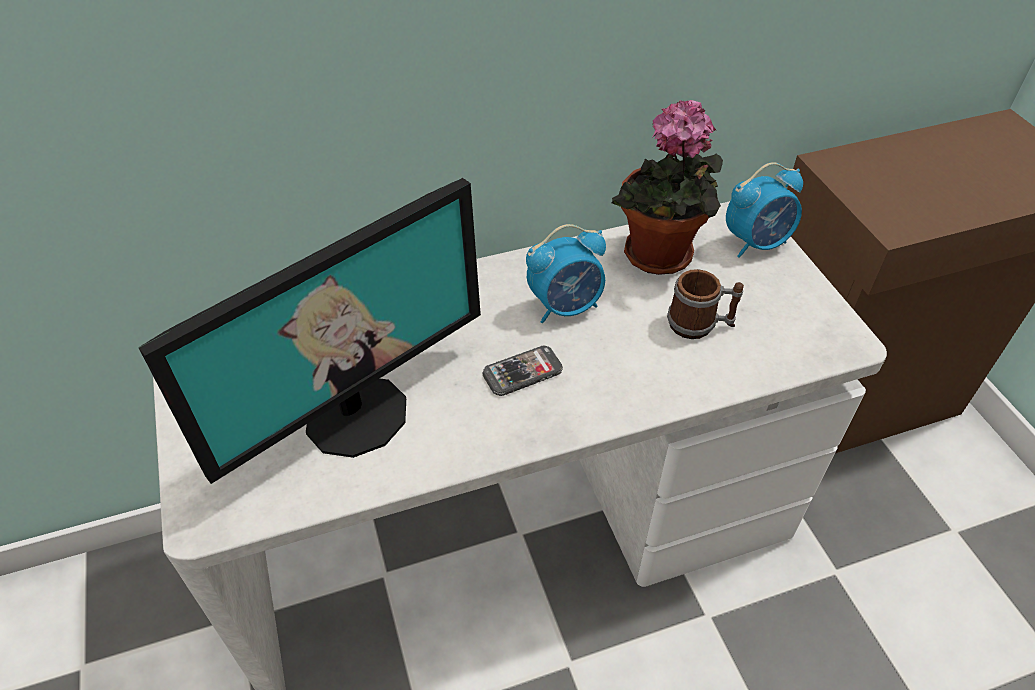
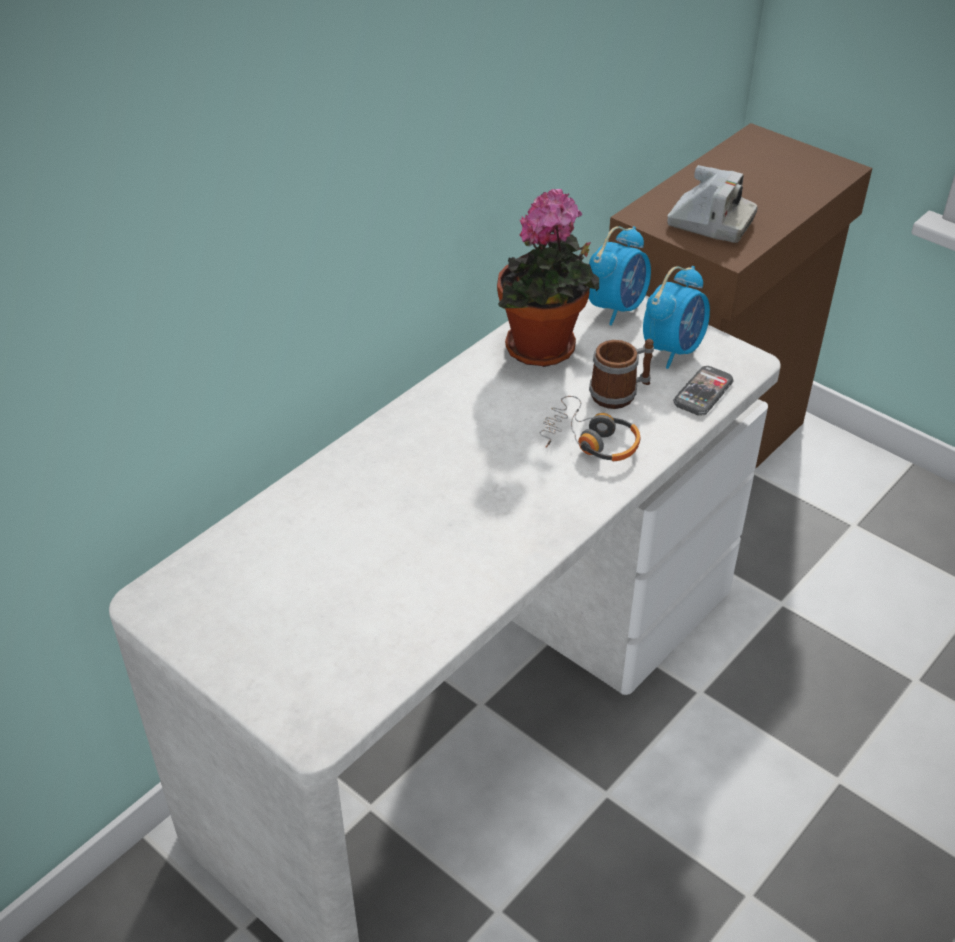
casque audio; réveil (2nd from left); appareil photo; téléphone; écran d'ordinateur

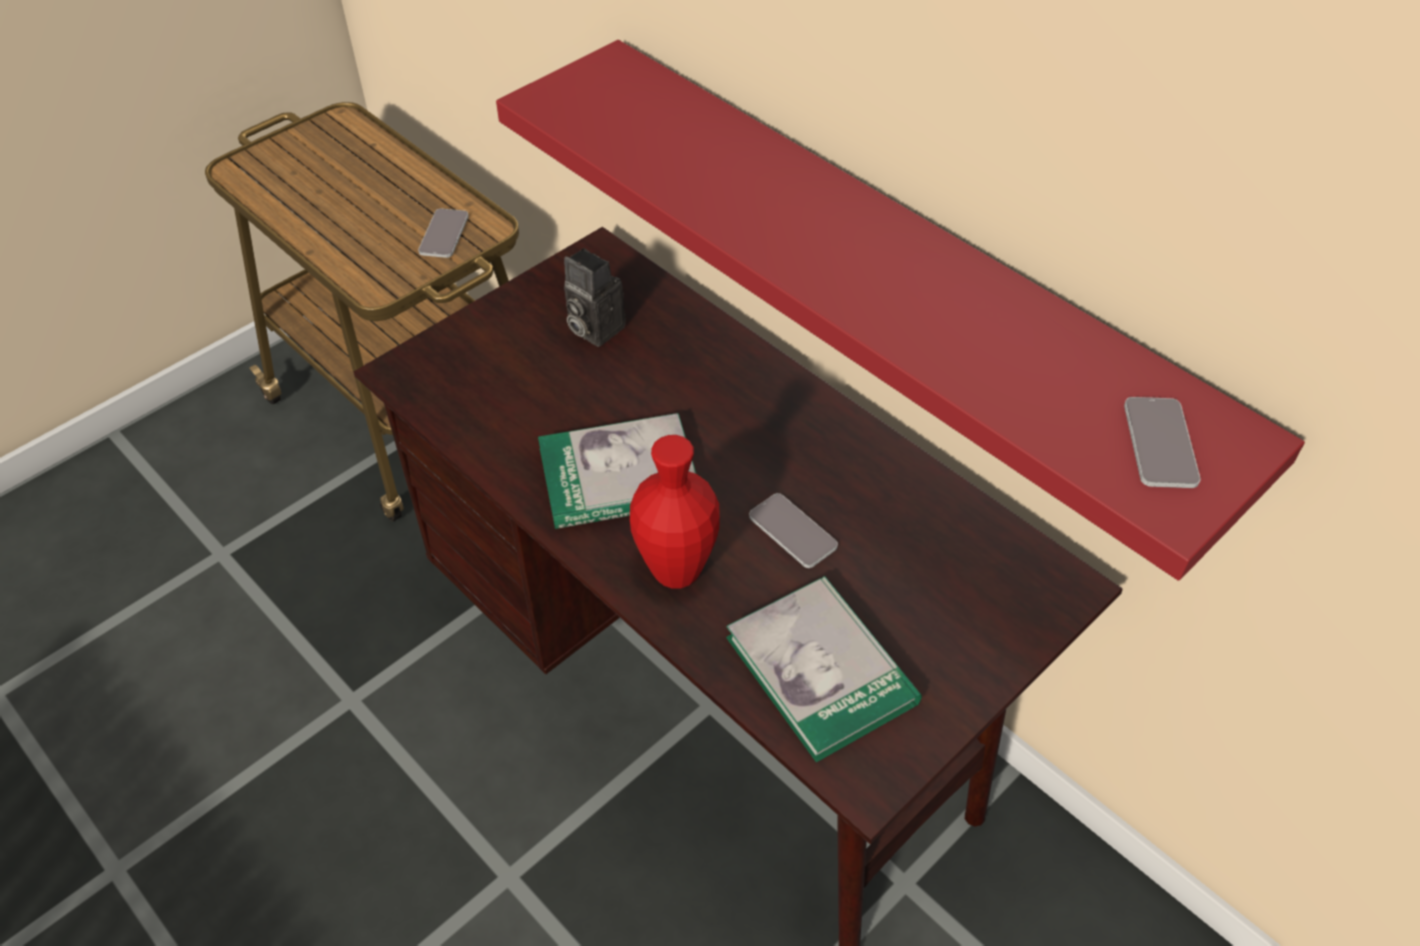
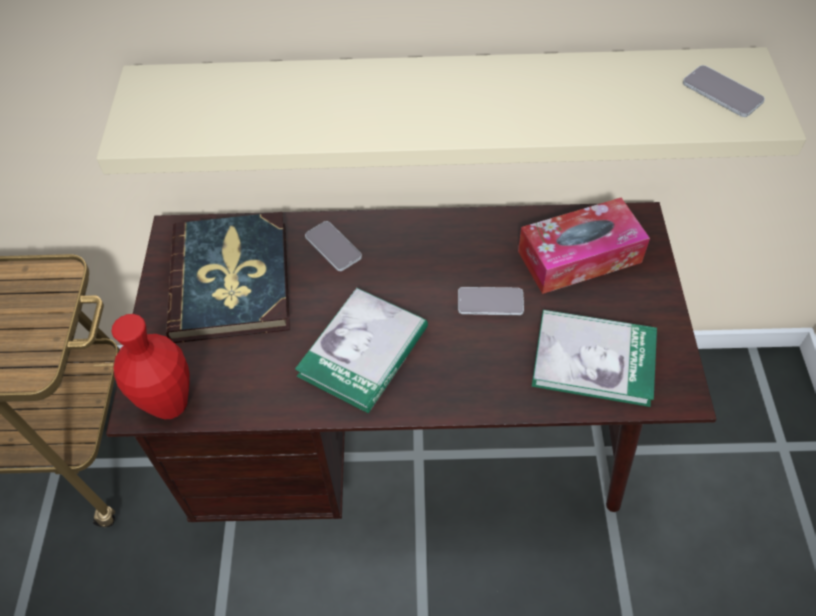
étagère (beige); vase (rouge); livre (1st from left); téléphone (1st from left); boîte à mouchoirs

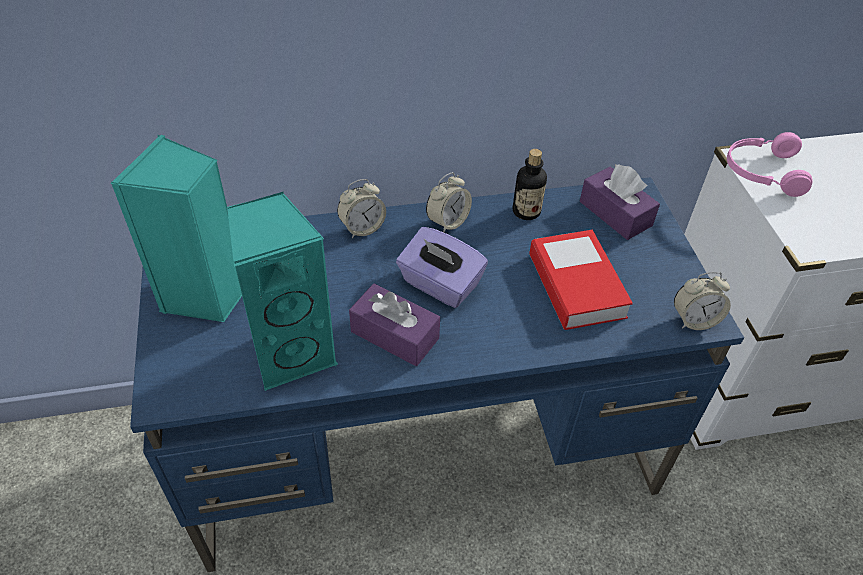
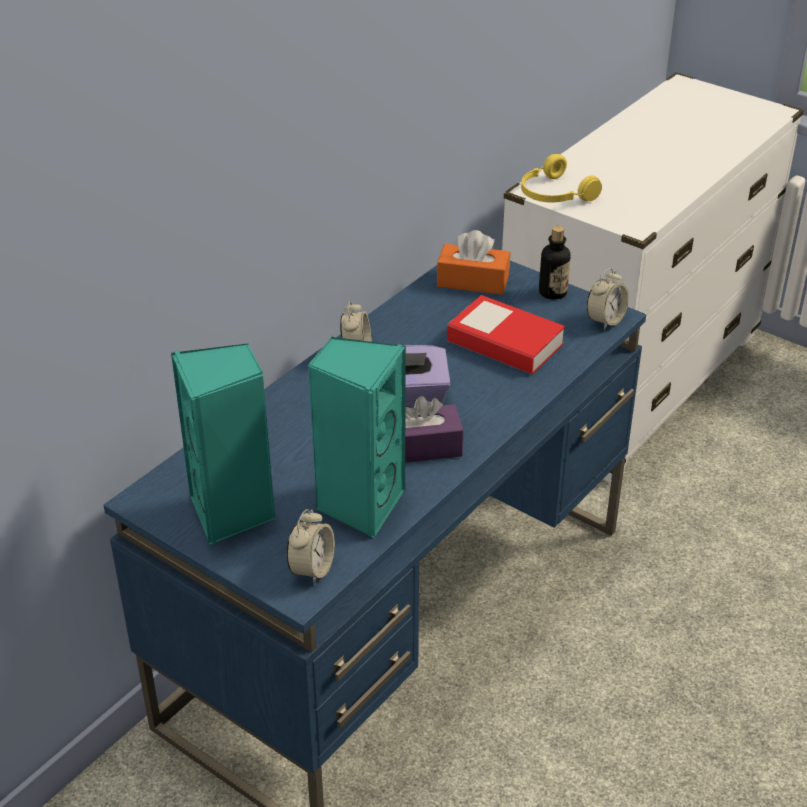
réveil (1st from left); boîte à mouchoirs (orange); casque audio (jaune); bouteille

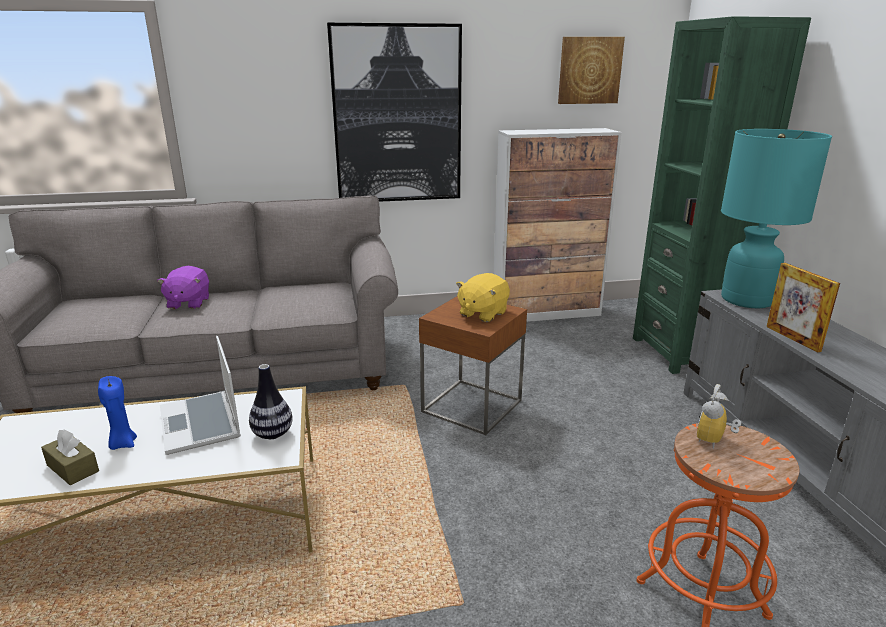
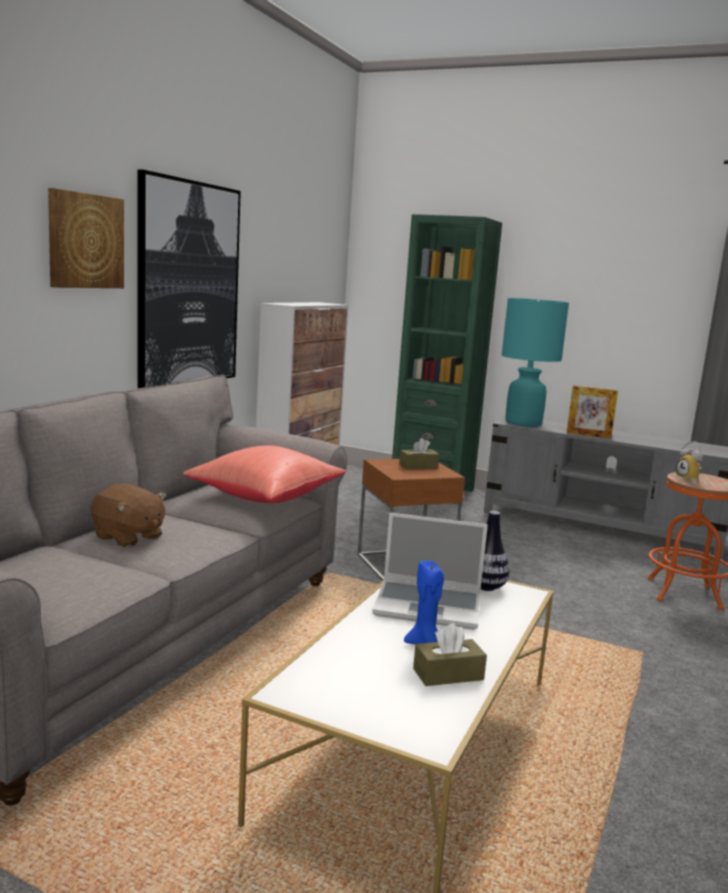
tableau (1st from left); peluche (marron); coussin (rouge); boîte à mouchoirs (marron) (1st from left)

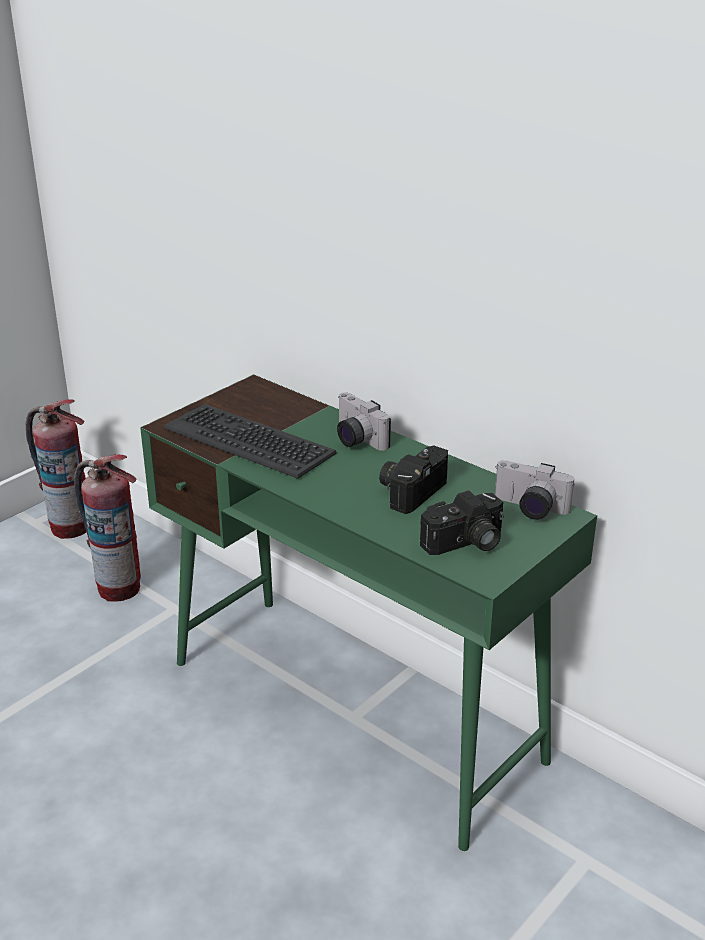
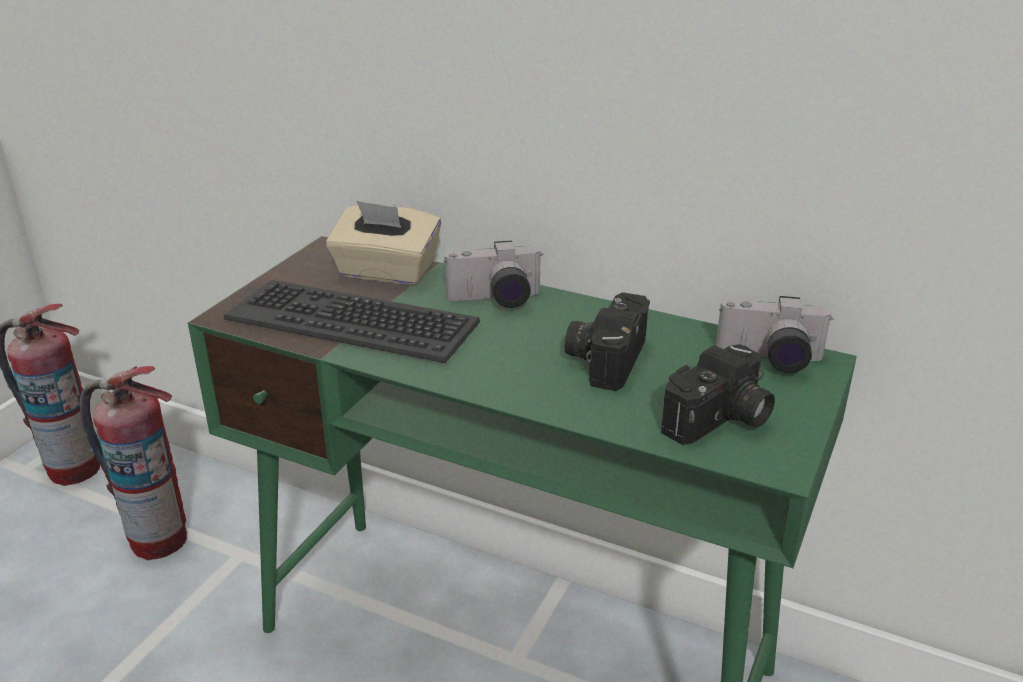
boîte à mouchoirs (beige); appareil photo (1st from left)

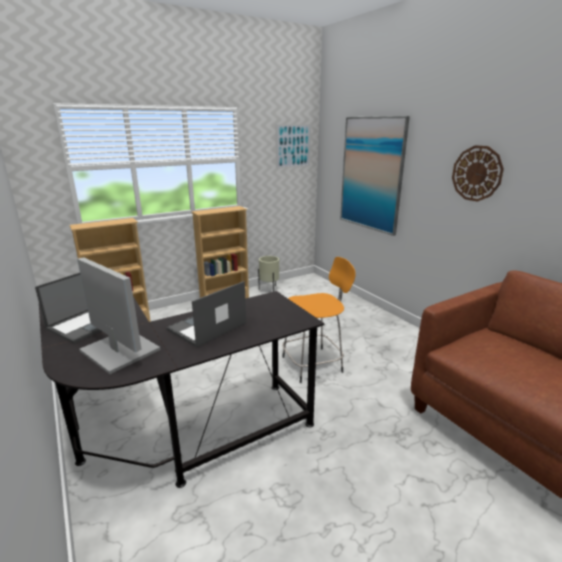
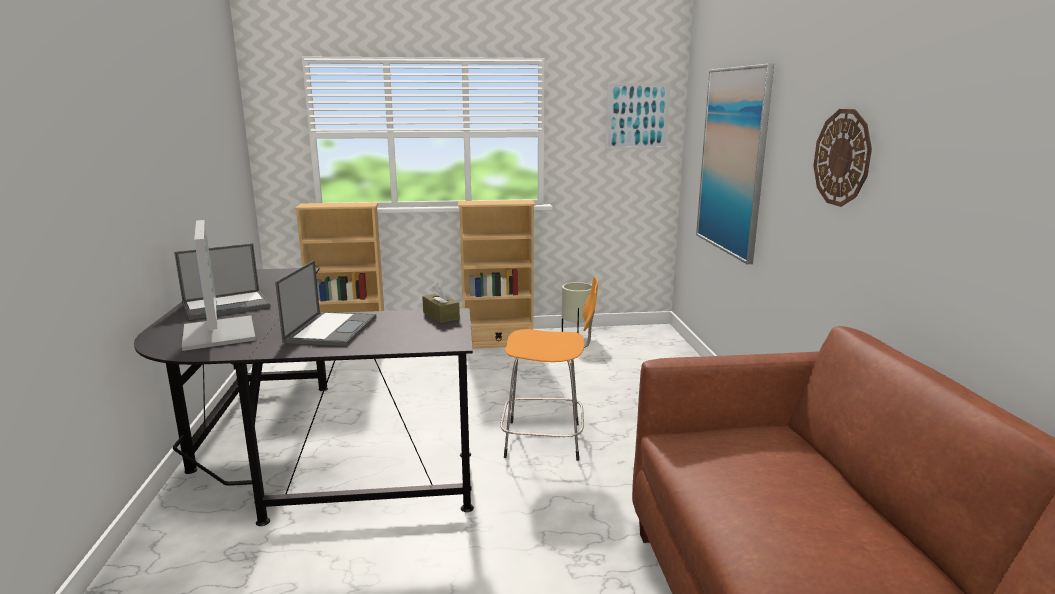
ordinateur portable (2nd from left); boîte à mouchoirs (marron)

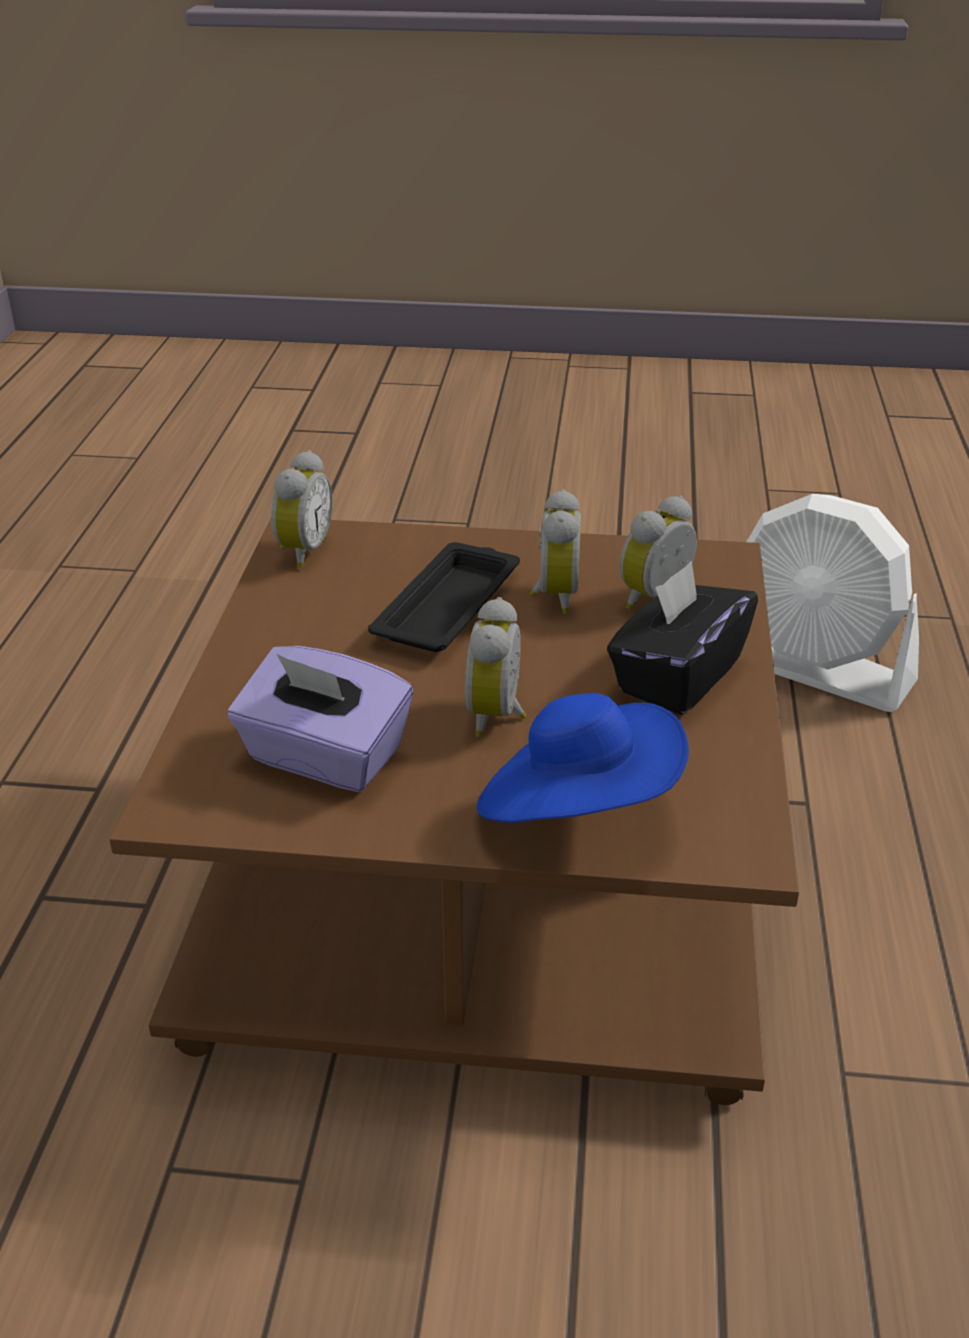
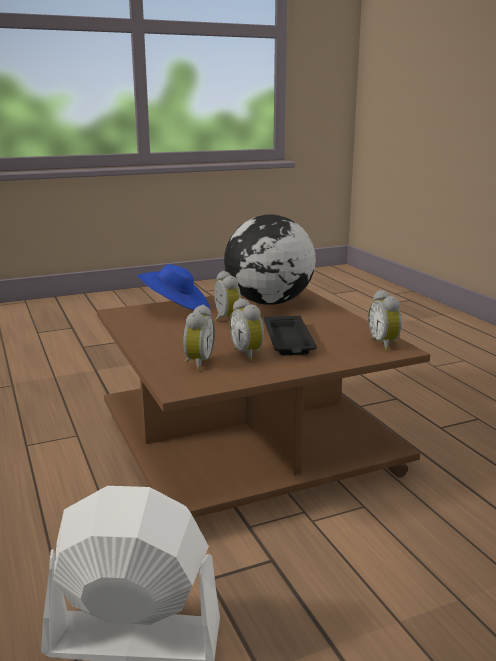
globe; boîte à mouchoirs (noir)

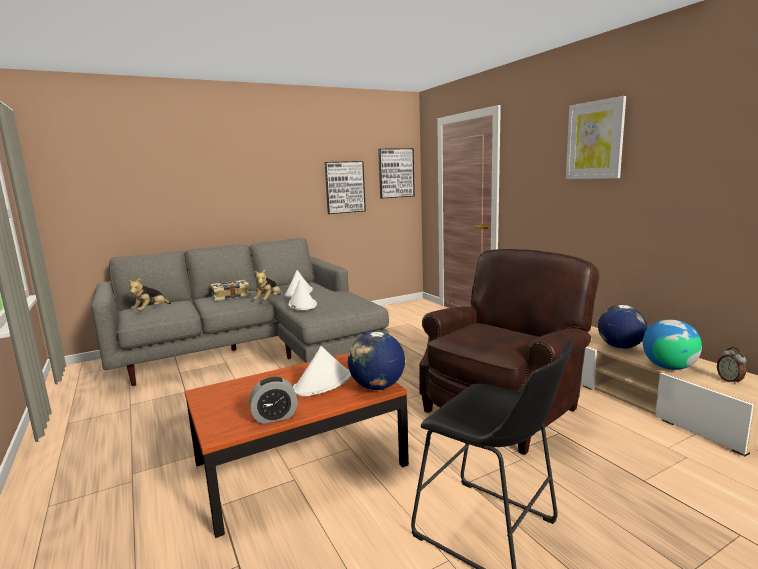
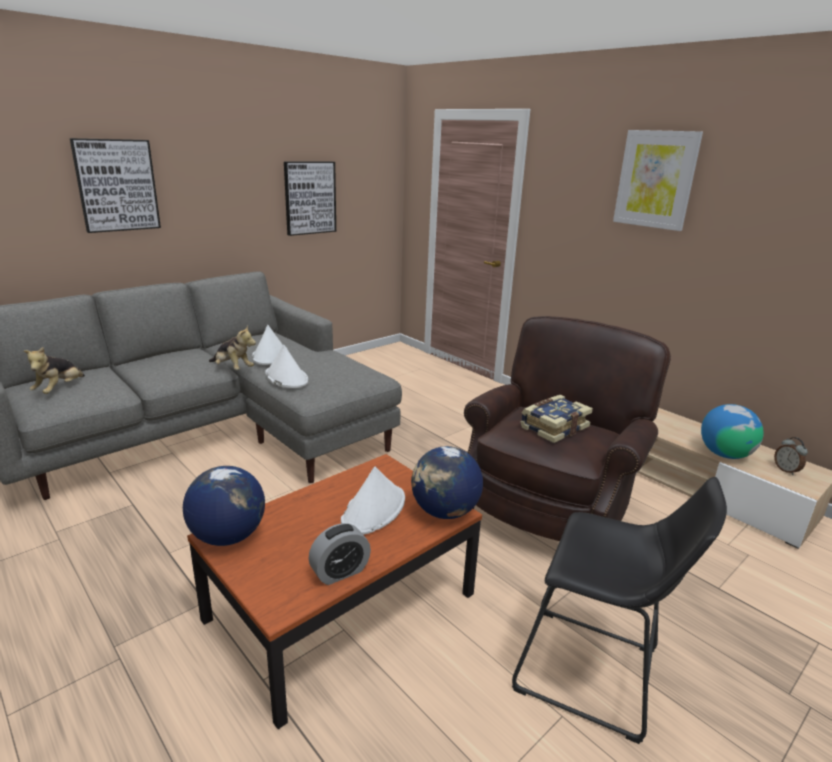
tableau (1st from left); globe (1st from left); peluche (2nd from left); livre

